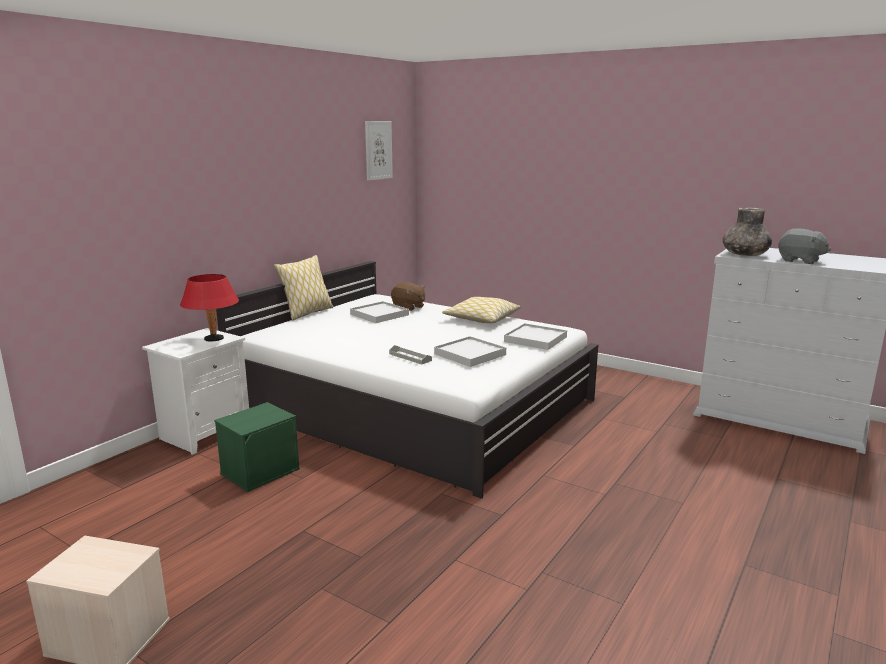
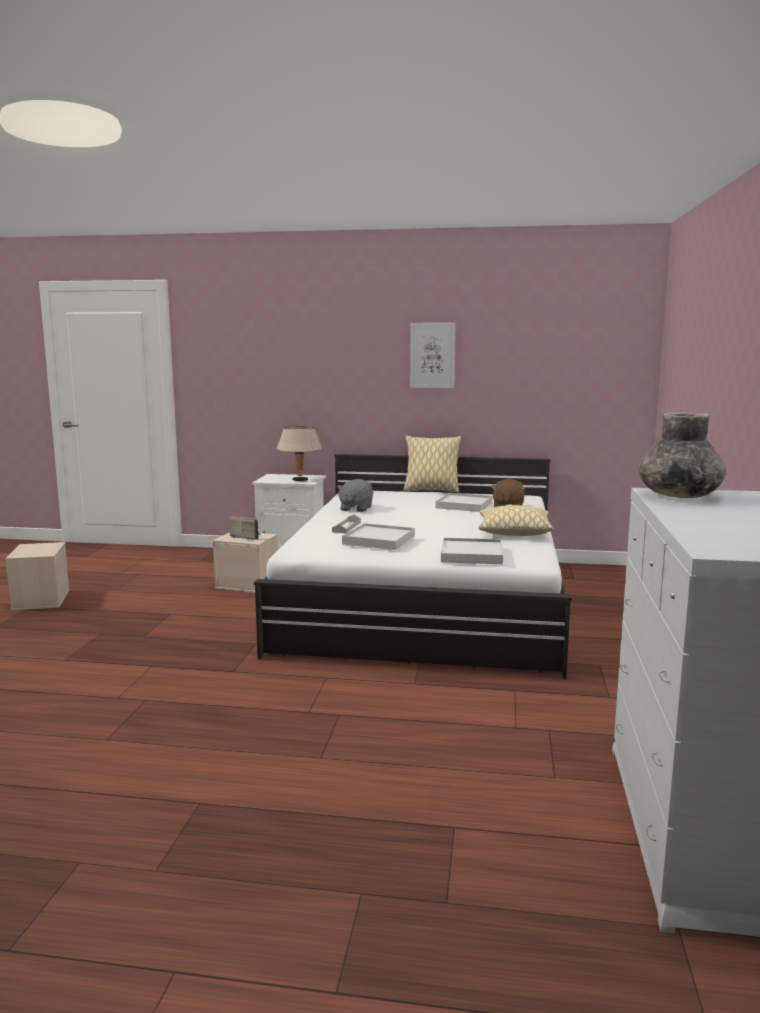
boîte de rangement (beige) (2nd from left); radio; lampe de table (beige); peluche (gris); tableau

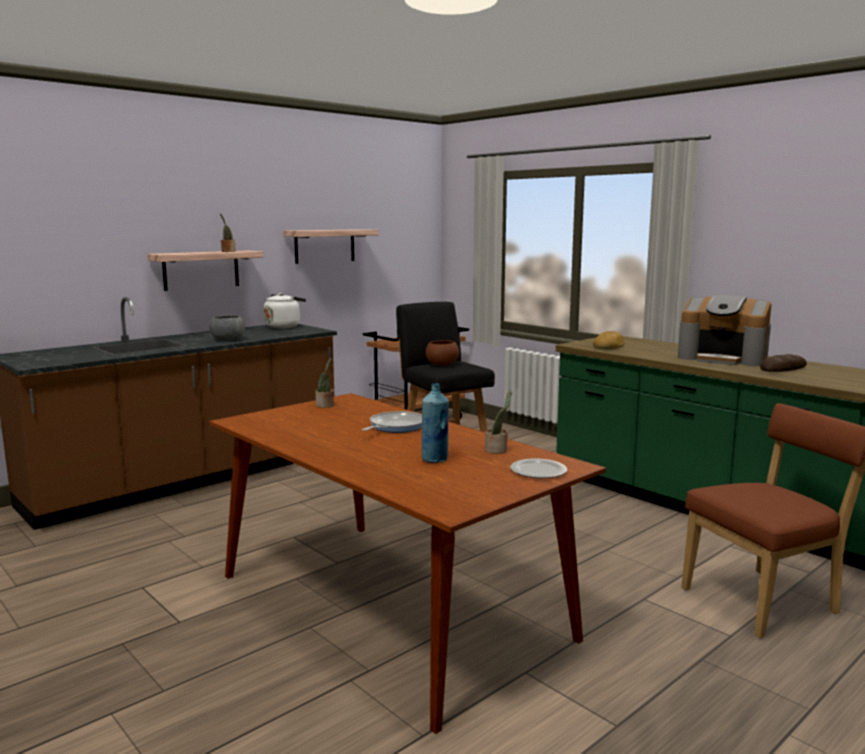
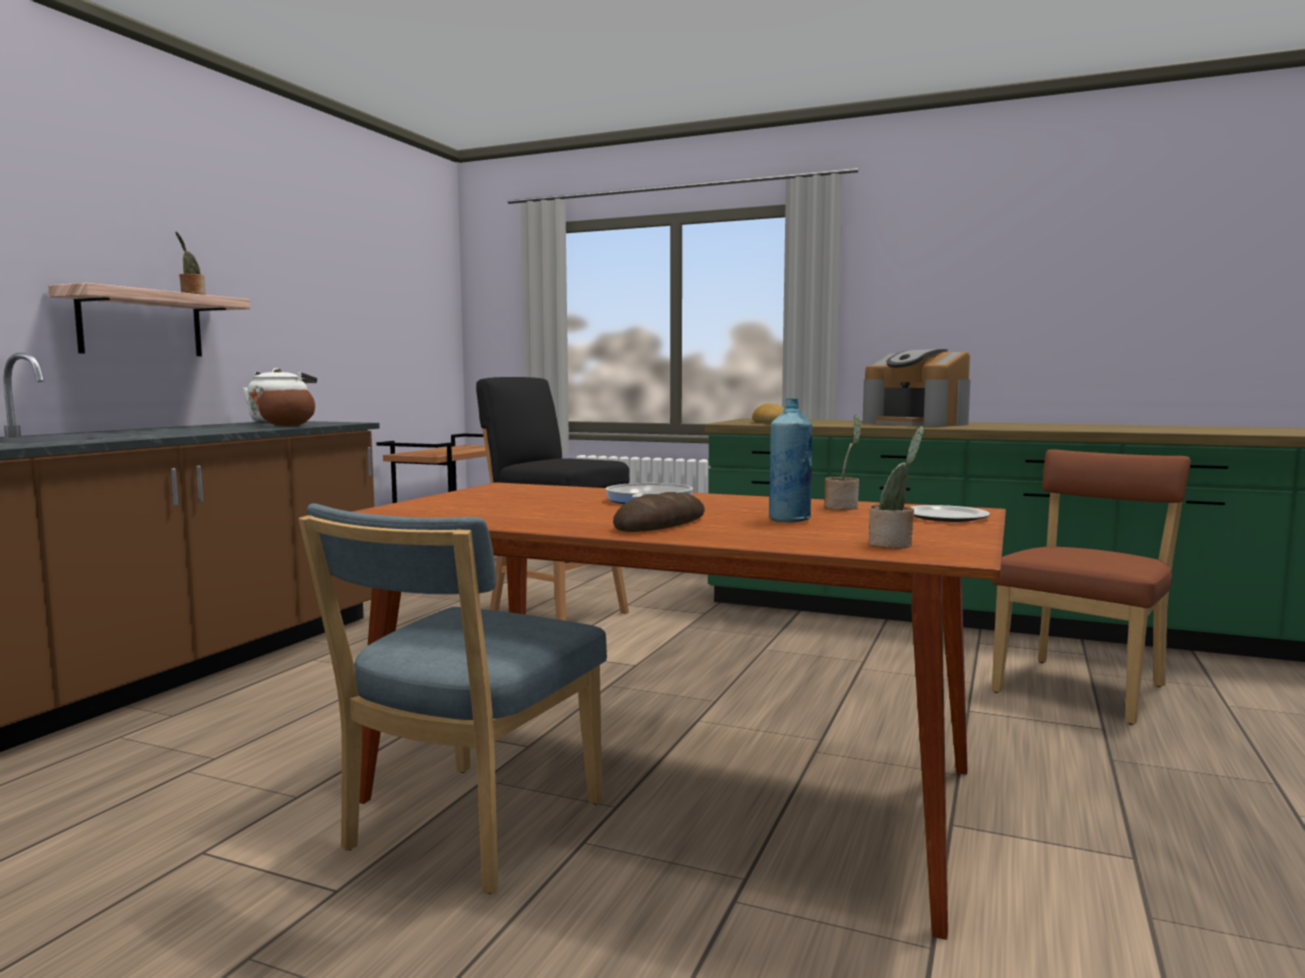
bol (marron); chaise (bleu); pain (1st from left); machine à café; plante en pot (3rd from left); bol (gris); étagère (2nd from left in the first image)

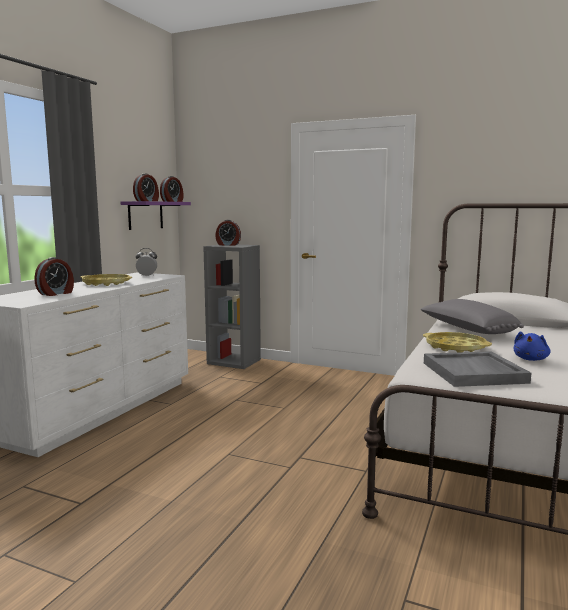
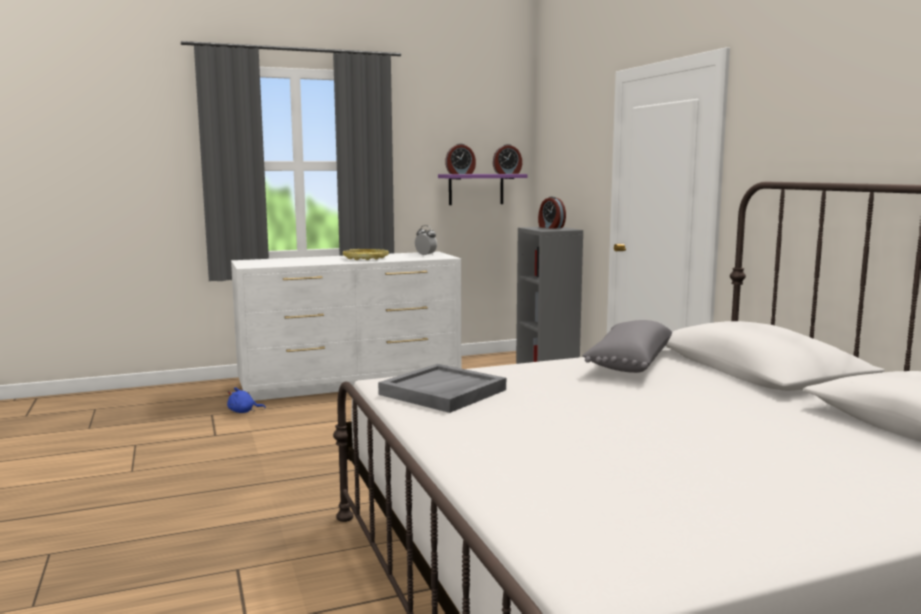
peluche (bleu); réveil (1st from left in the first image); plateau (jaune) (2nd from left in the first image)

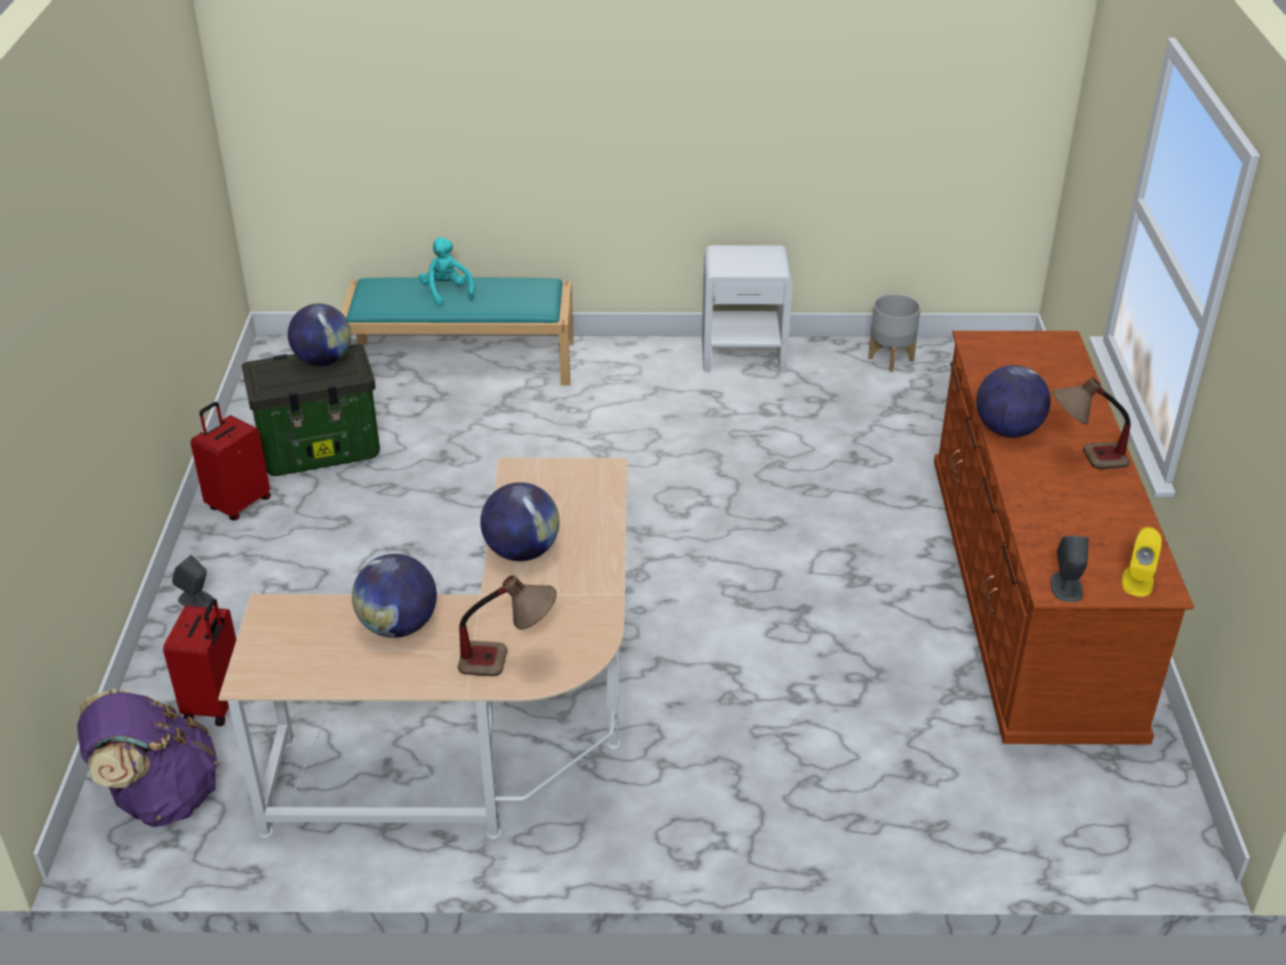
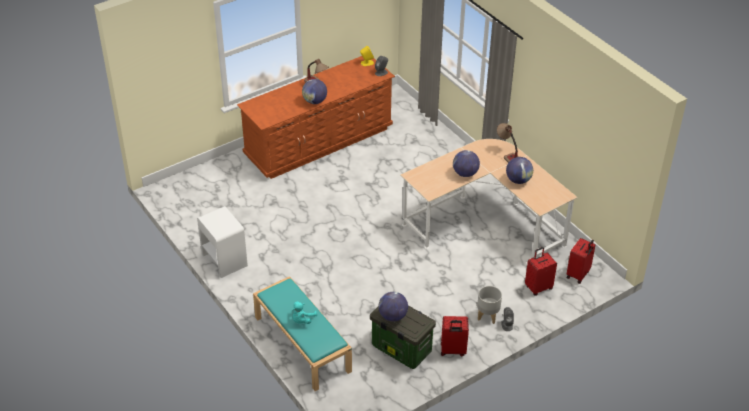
cache-pot (gris); valise (rouge) (3rd from left)

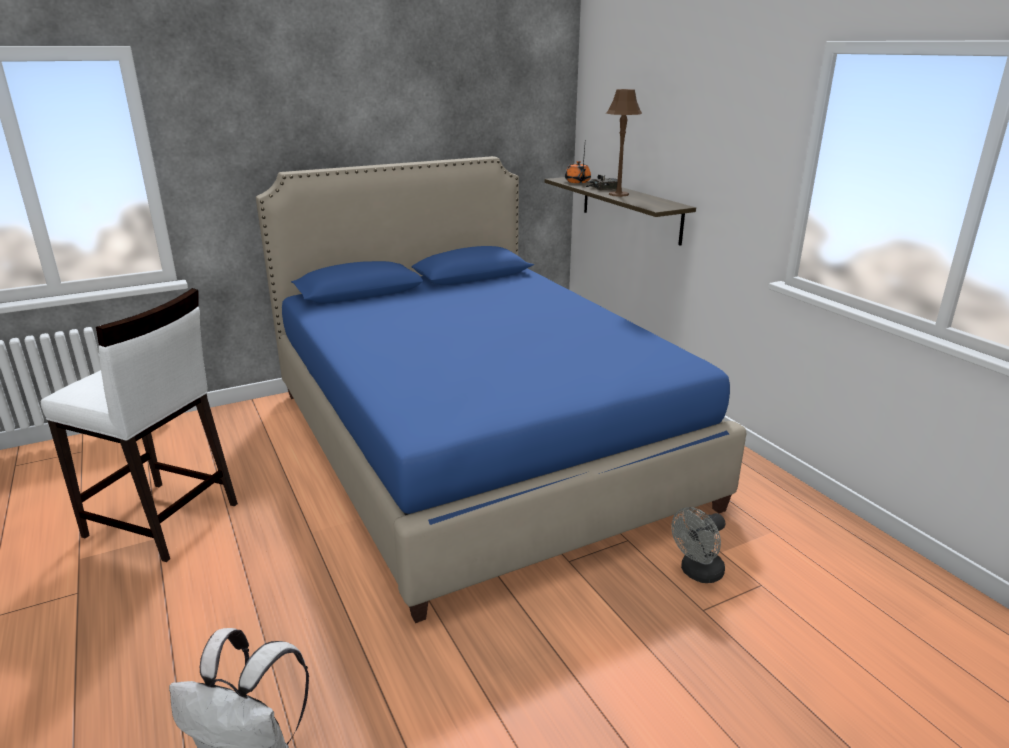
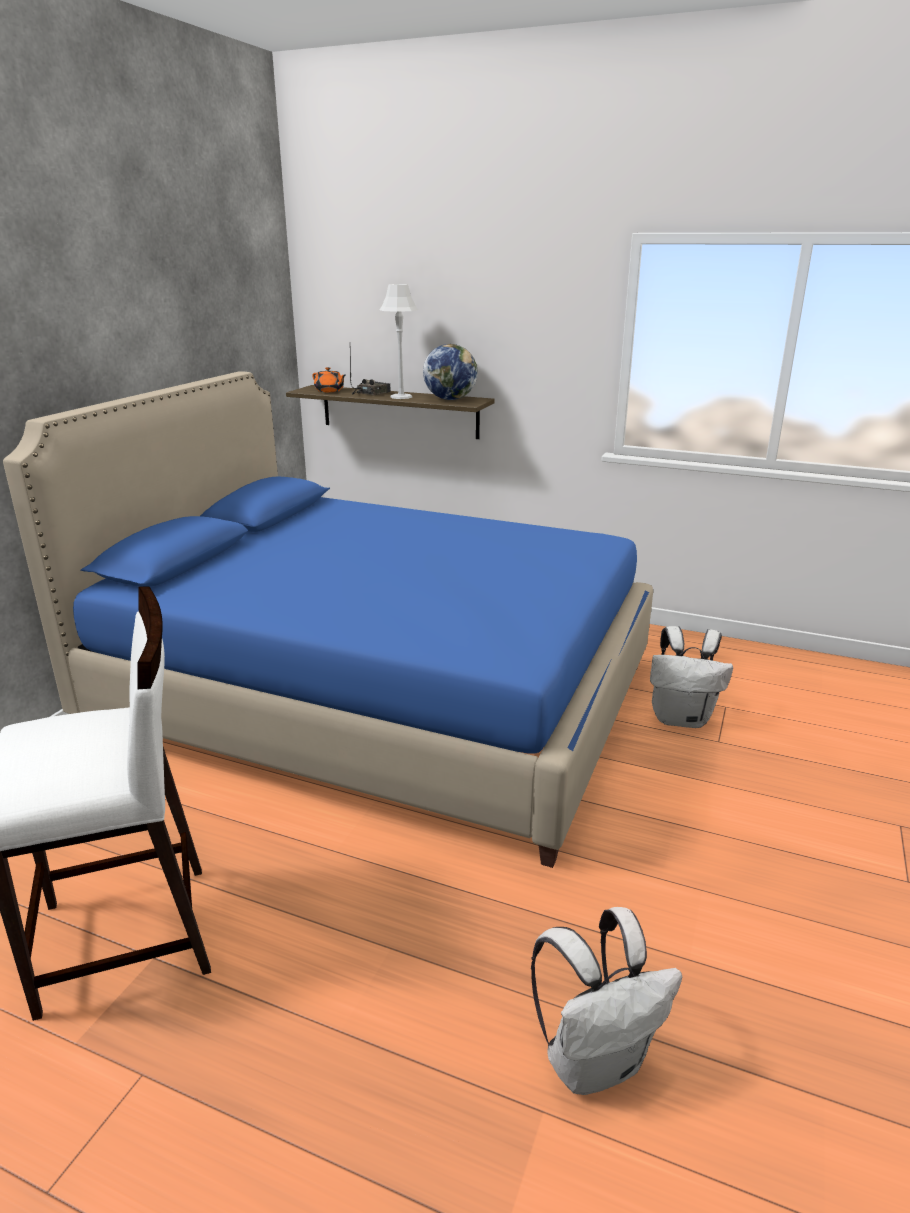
lampe de table (gris); globe; sac à dos (blanc) (2nd from left)

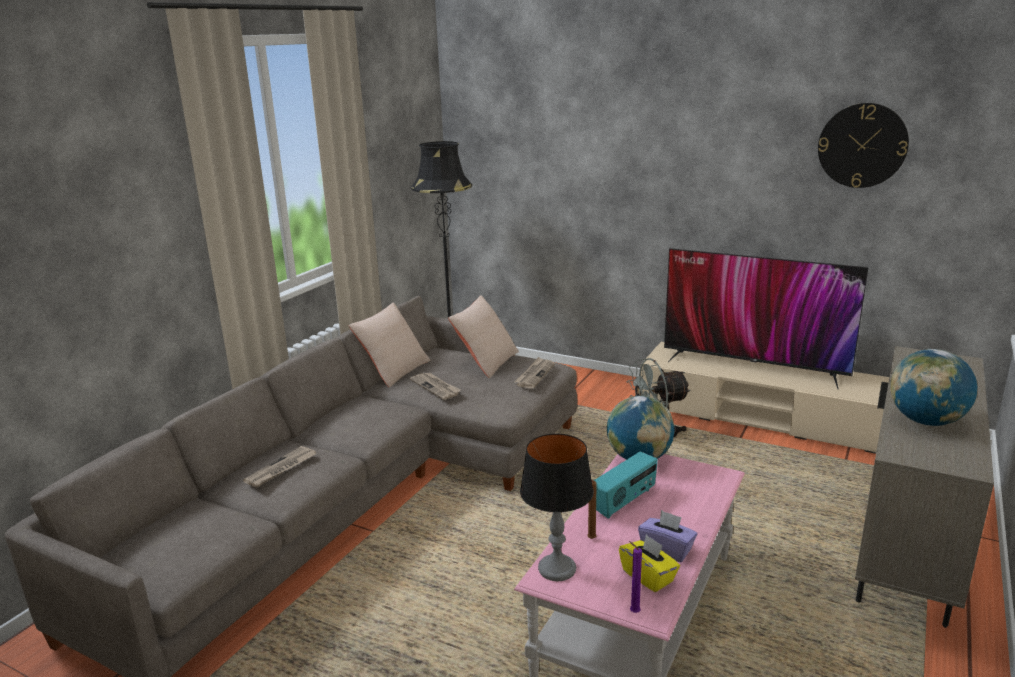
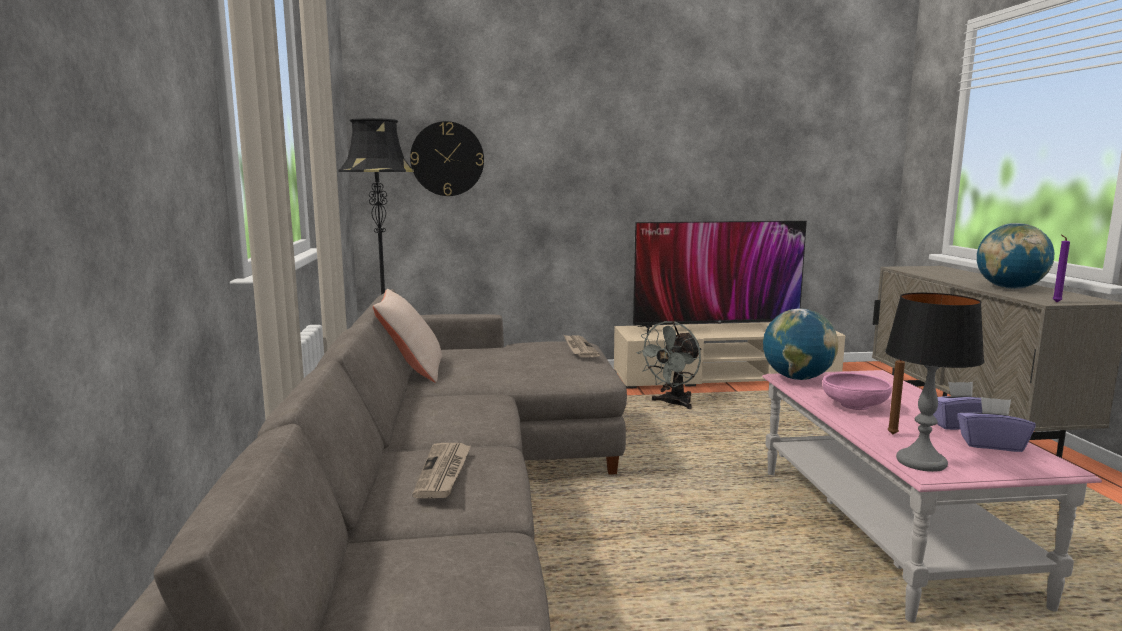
horloge murale; bol (rose); boîte à mouchoirs (violet) (2nd from left); bougie (violet); journal (2nd from left in the first image); coussin (beige) (2nd from left in the first image)

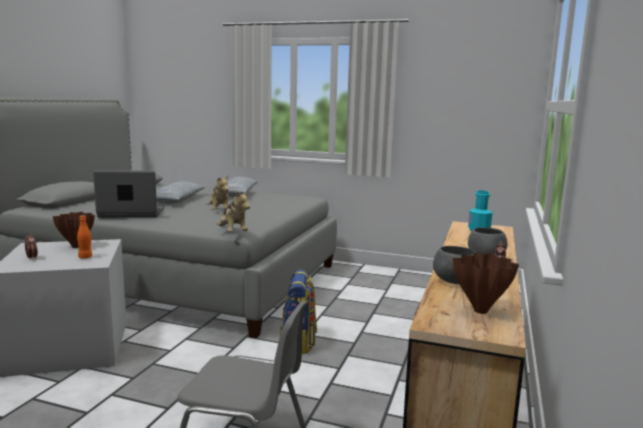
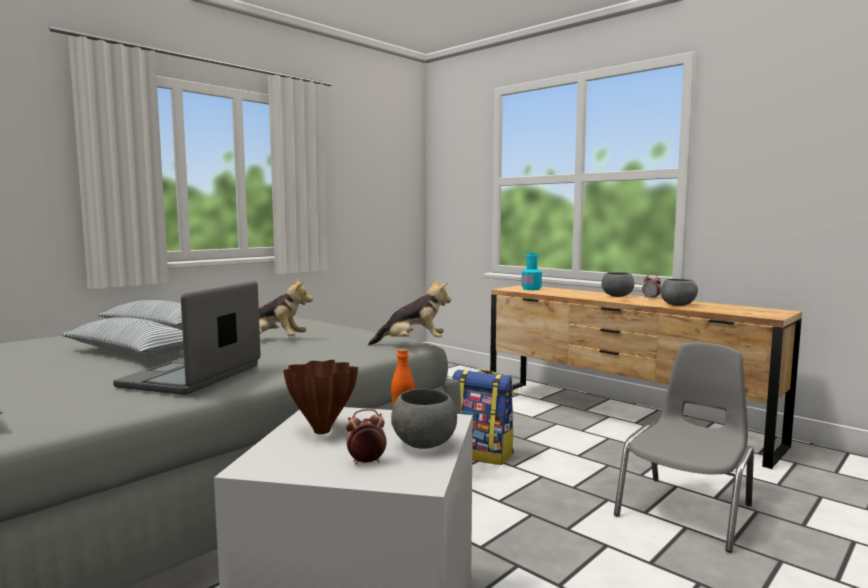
bol (gris) (1st from left); vase (marron) (2nd from left in the first image)

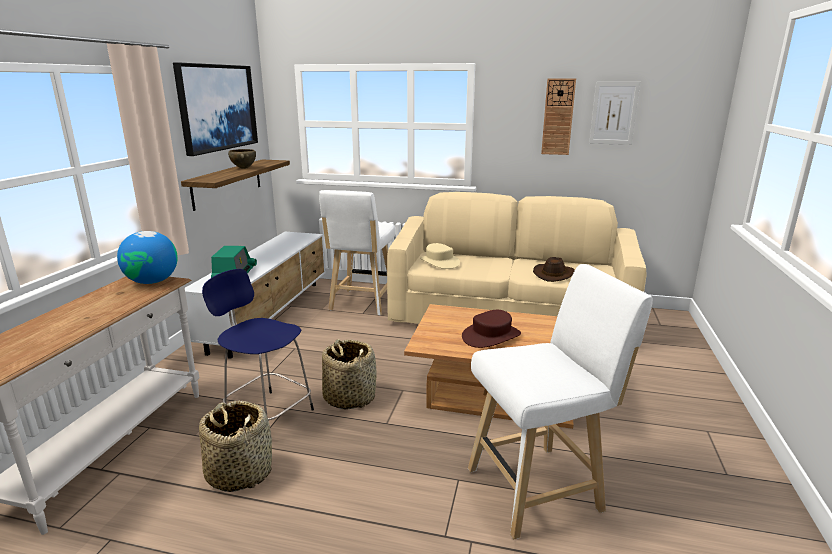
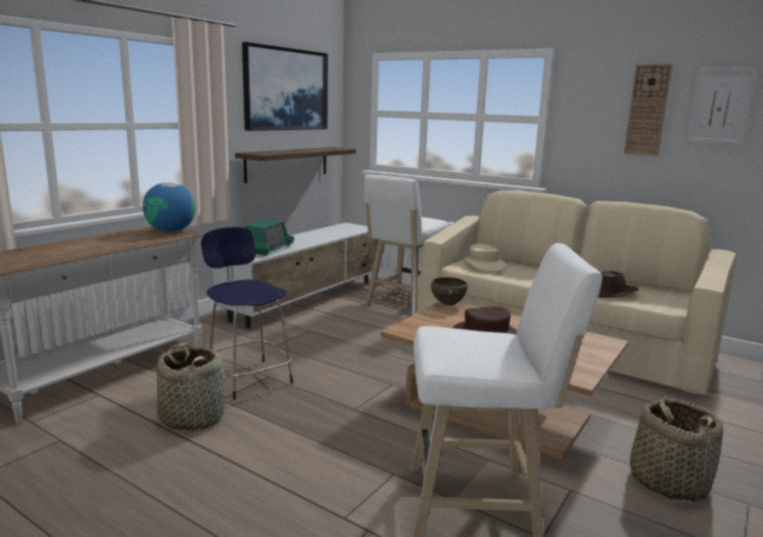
bol (marron); panier (2nd from left)

